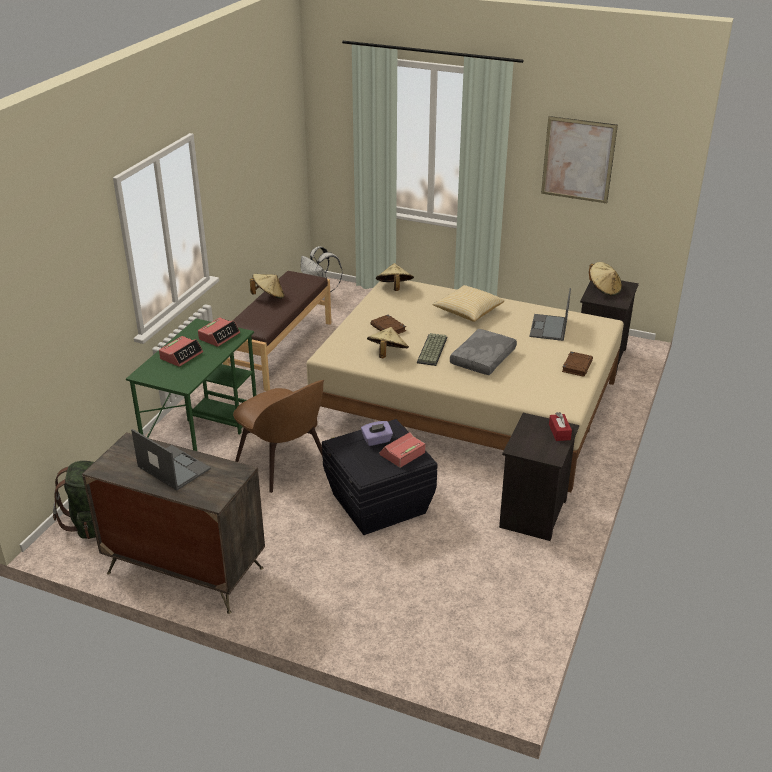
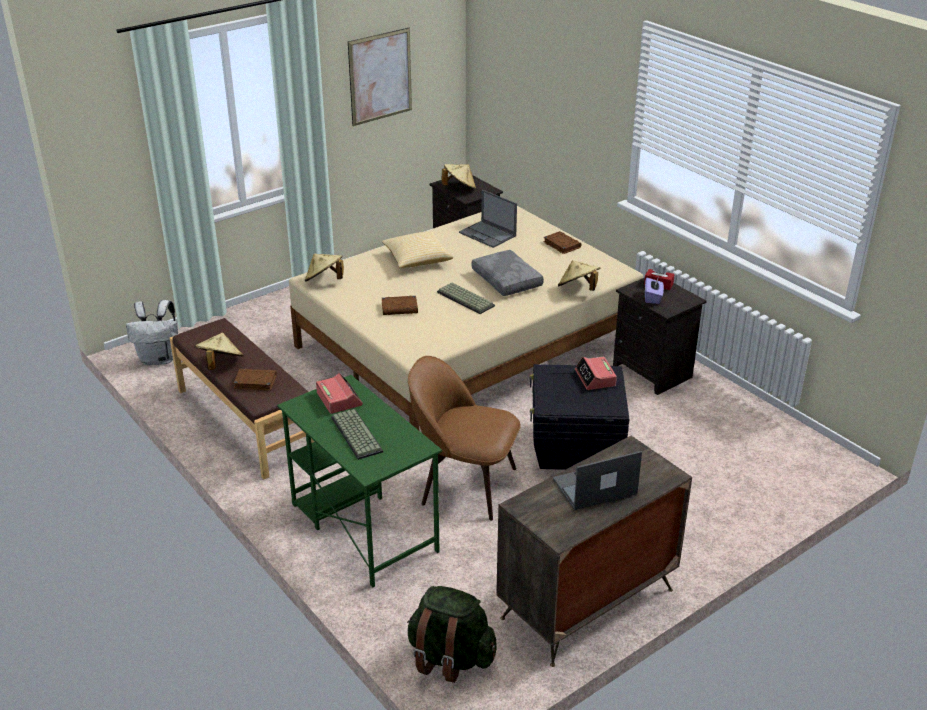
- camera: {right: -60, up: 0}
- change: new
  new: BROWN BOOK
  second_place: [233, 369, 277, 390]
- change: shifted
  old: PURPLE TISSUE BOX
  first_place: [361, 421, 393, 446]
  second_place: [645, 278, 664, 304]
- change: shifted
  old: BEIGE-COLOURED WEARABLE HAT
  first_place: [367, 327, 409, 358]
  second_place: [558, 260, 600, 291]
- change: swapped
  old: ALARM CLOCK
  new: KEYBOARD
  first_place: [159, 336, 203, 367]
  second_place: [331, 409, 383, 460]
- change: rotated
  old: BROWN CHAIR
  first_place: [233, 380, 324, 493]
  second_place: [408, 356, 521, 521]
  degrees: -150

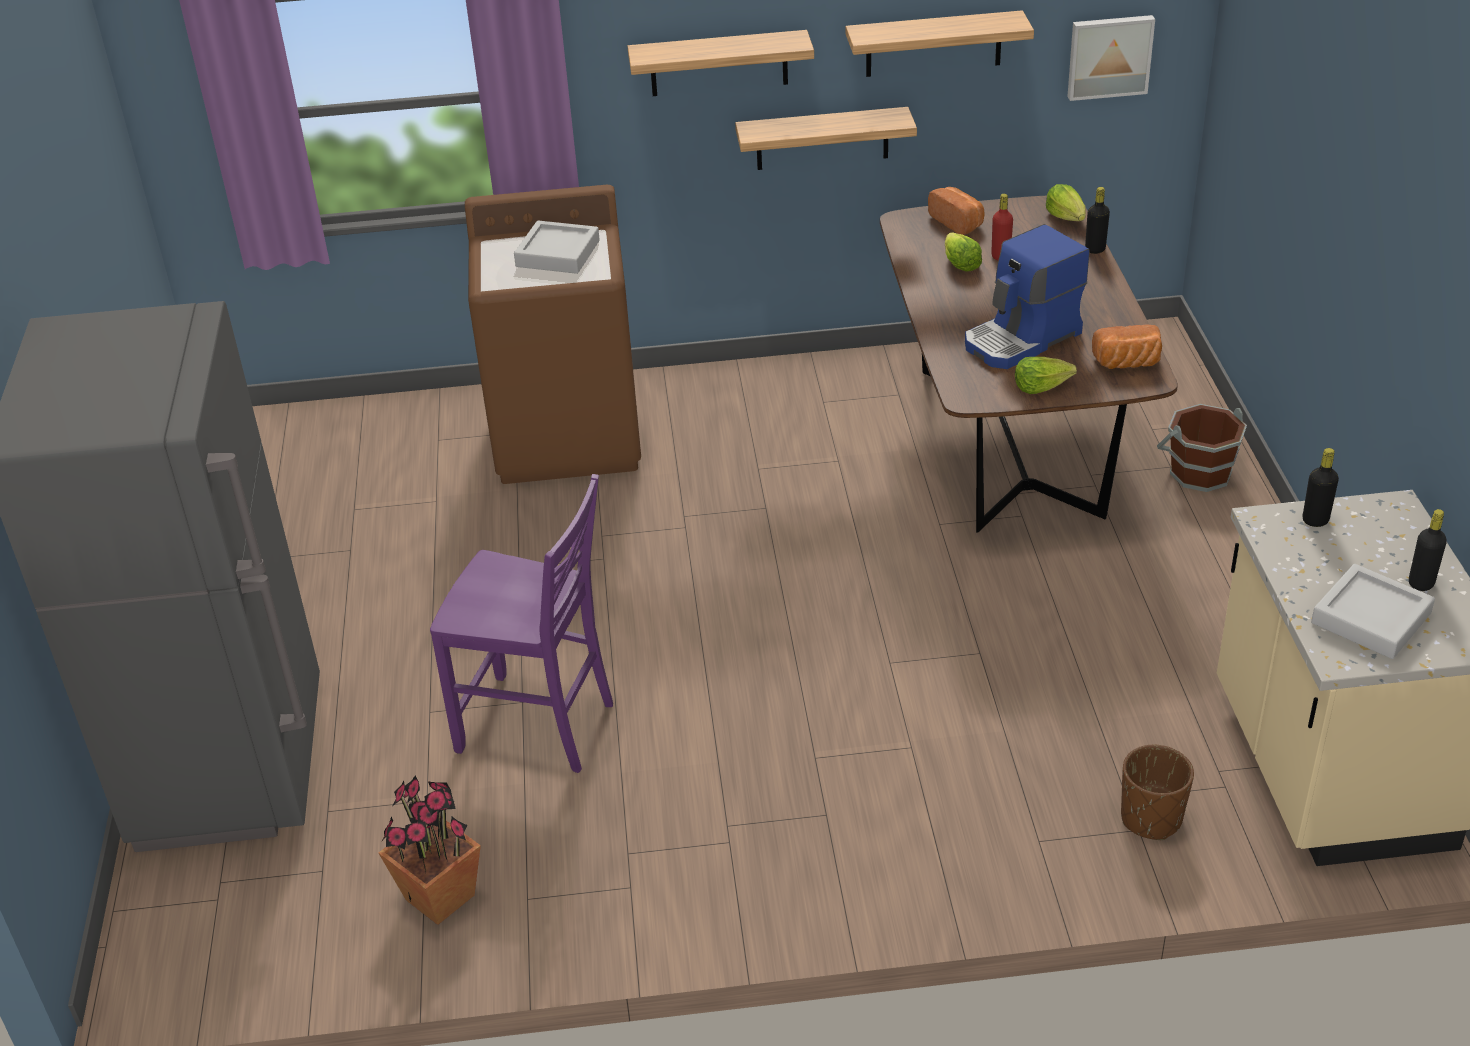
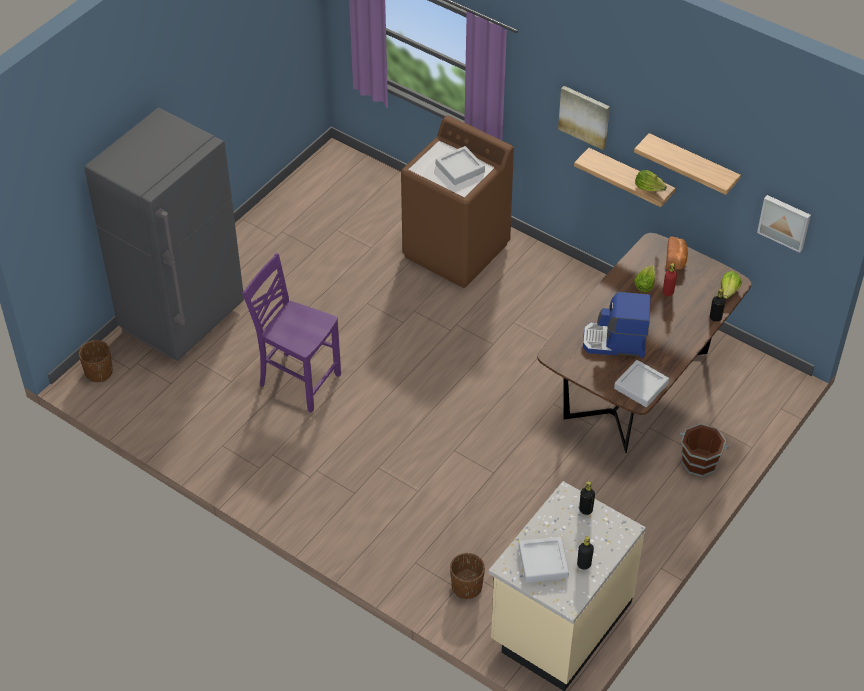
- camera: {right: 40, up: 10}
- change: gone
  old: HOUSEPLANT
  first_place: [379, 776, 481, 925]
- change: new
  new: BROWN FLOWER POT
  second_place: [79, 340, 113, 382]
- change: shifted
  old: LETTUCE HEAD
  first_place: [1015, 357, 1077, 394]
  second_place: [635, 170, 667, 191]
- change: swapped
  old: BRACKET SHELF
  new: PICTURE
  first_place: [628, 30, 814, 96]
  second_place: [558, 86, 610, 150]
- change: swapped
  old: BREAD
  new: GREY SERVING TRAY
  first_place: [1092, 325, 1162, 369]
  second_place: [614, 360, 669, 407]
- change: rotated
  old: PURPLE CHAIR
  first_place: [430, 474, 613, 773]
  second_place: [242, 253, 341, 413]
  degrees: 150

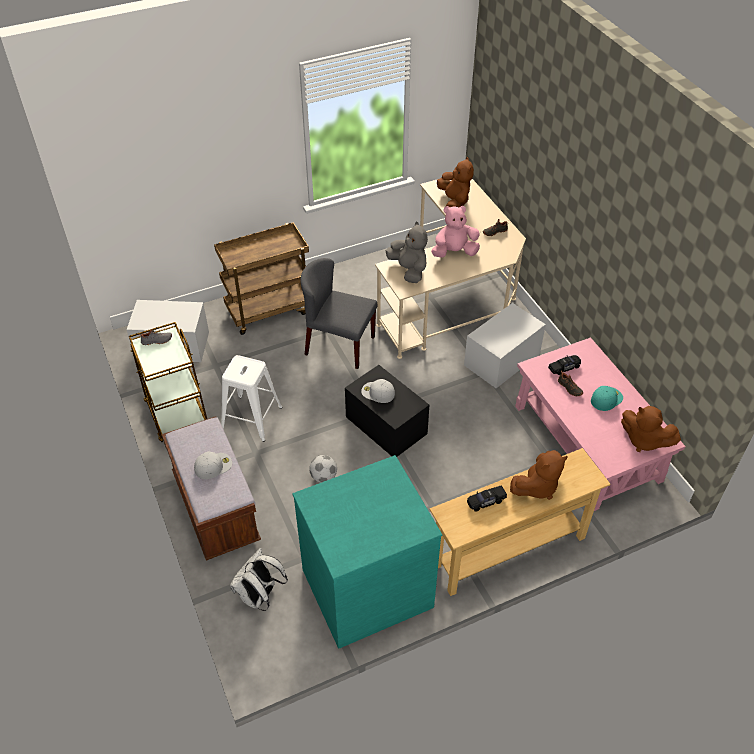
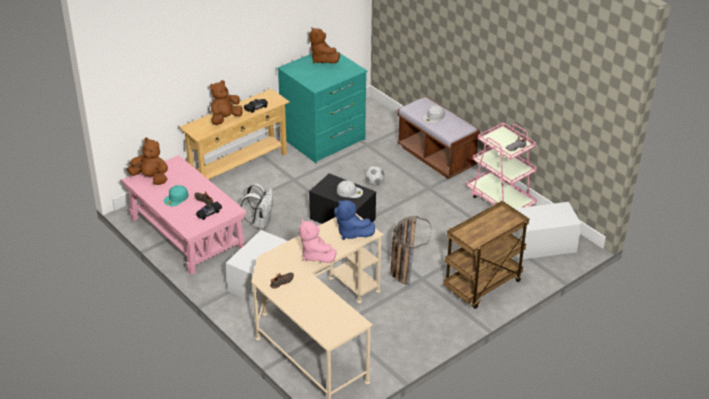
- camera: {right: 165, up: -10}
- change: gone
  old: WHITISH SITTING STOOL
  first_place: [221, 355, 283, 442]
- change: shifted
  old: WHITISH RUCKSACK
  first_place: [230, 548, 288, 611]
  second_place: [240, 183, 273, 229]
- change: shifted
  old: BROWN SOFT TOY
  first_place: [437, 157, 474, 208]
  second_place: [309, 27, 340, 64]
- change: swapped
  old: GREY CHAIR
  new: BASKET
  first_place: [300, 258, 377, 369]
  second_place: [391, 216, 431, 285]
- change: repainted
  old: BROWN CART
  new: PINKISH CART
  first_place: [129, 322, 207, 447]
  second_place: [466, 123, 537, 209]
- change: repainted
  old: GREY SOFT TOY
  new: BLUE-COLOURED SOFT TOY
  first_place: [386, 222, 428, 283]
  second_place: [334, 199, 375, 240]
- change: rotated
  old: PINKISH SOFT TOY
  first_place: [431, 206, 480, 258]
  second_place: [299, 219, 336, 263]
  degrees: 90

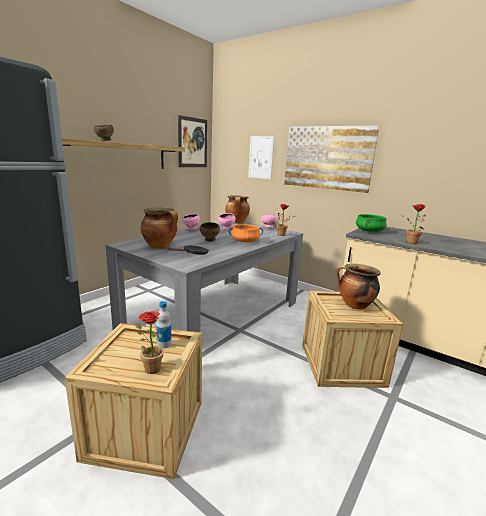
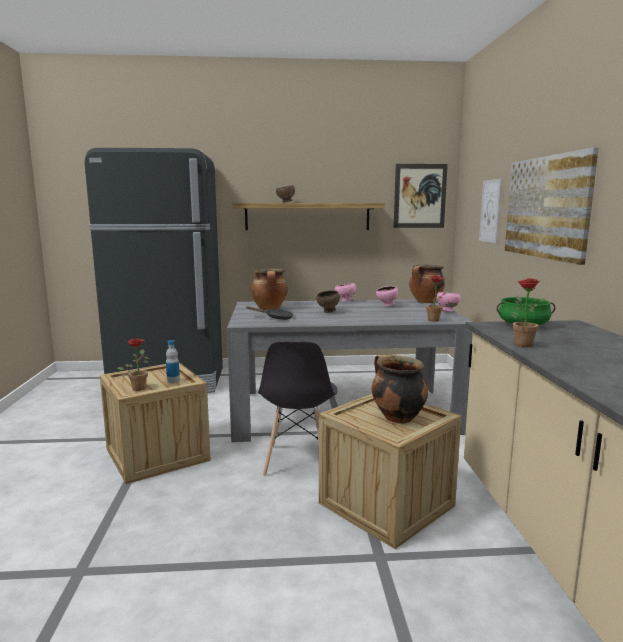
- camera: {right: 50, up: -5}
- change: gone
  old: ORANGE STOCKPOT
  first_place: [229, 224, 263, 243]
- change: new
  new: GREY CHAIR
  second_place: [258, 342, 338, 477]

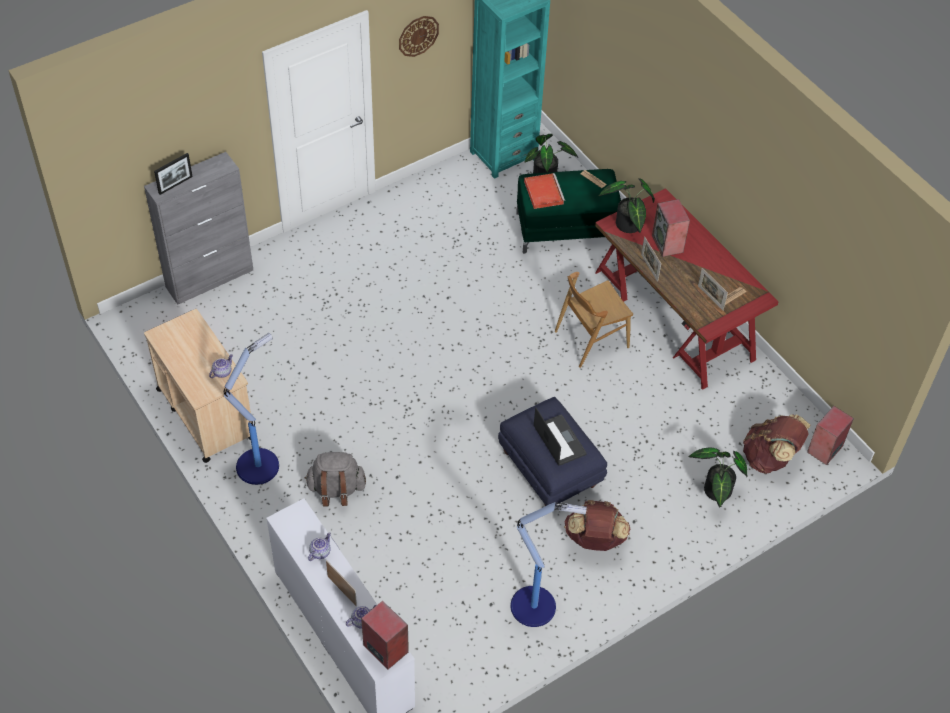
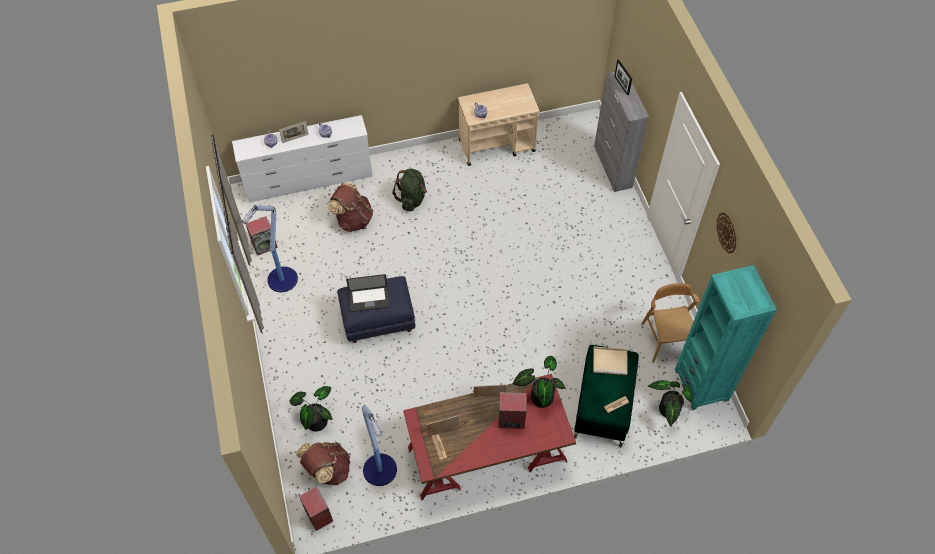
- camera: {right: 110, up: 5}
- change: shifted
  old: FLOOR LAMP
  first_place: [224, 333, 279, 485]
  second_place: [362, 406, 397, 486]
- change: shifted
  old: AUDIO SPEAKER
  first_place: [361, 601, 409, 669]
  second_place: [246, 216, 278, 256]
- change: shifted
  old: BROWN CHAIR
  first_place: [555, 272, 633, 368]
  second_place: [641, 283, 699, 363]
- change: shifted
  old: BROWN RUCKSACK
  first_place: [564, 500, 630, 551]
  second_place: [328, 183, 373, 232]
- change: repainted
  old: GREY RUCKSACK
  new: GREEN-COLOURED RUCKSACK
  first_place: [305, 452, 366, 507]
  second_place: [392, 169, 427, 211]
- change: repainted
  old: RED SERVING TRAY
  new: BEIGE-COLOURED SERVING TRAY
  first_place: [524, 173, 565, 209]
  second_place: [593, 347, 627, 375]

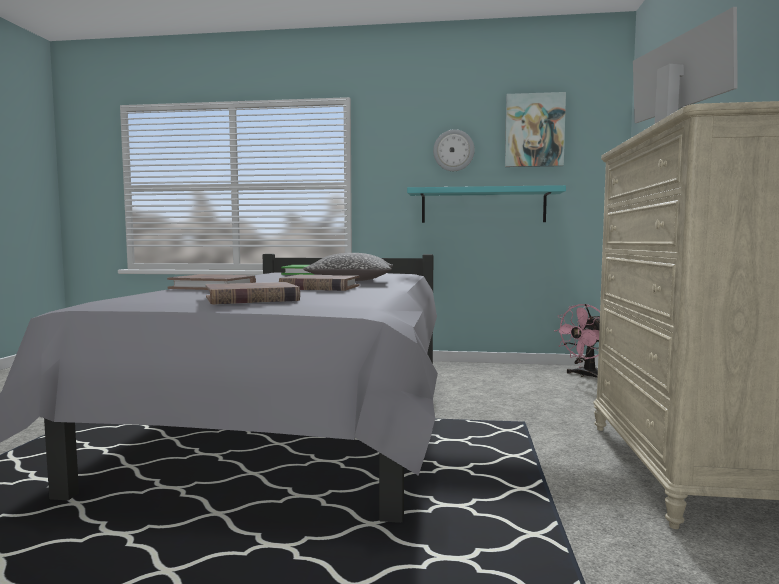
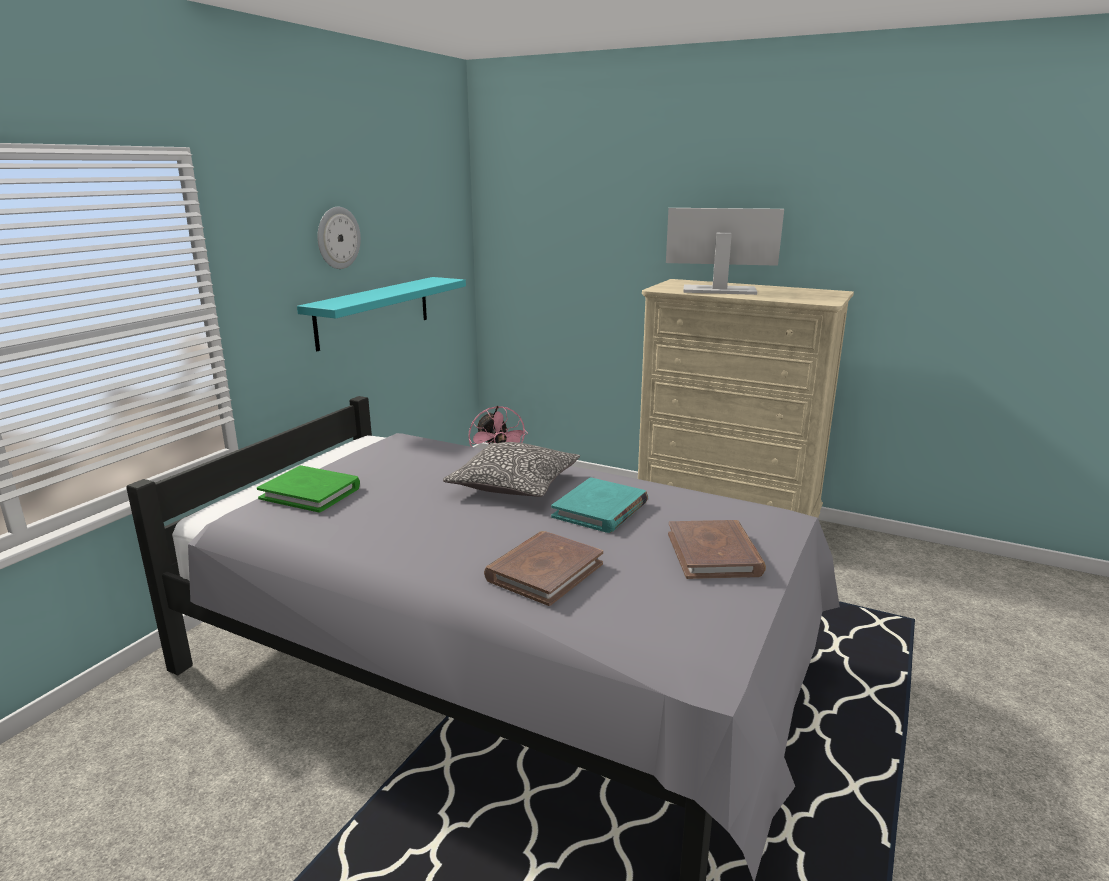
- camera: {right: -70, up: 15}
- change: gone
  old: PICTURE
  first_place: [505, 92, 566, 167]
- change: repainted
  old: BROWN BOOK
  new: TURQUOISE-COLOURED BOOK
  first_place: [279, 275, 360, 291]
  second_place: [551, 477, 648, 533]

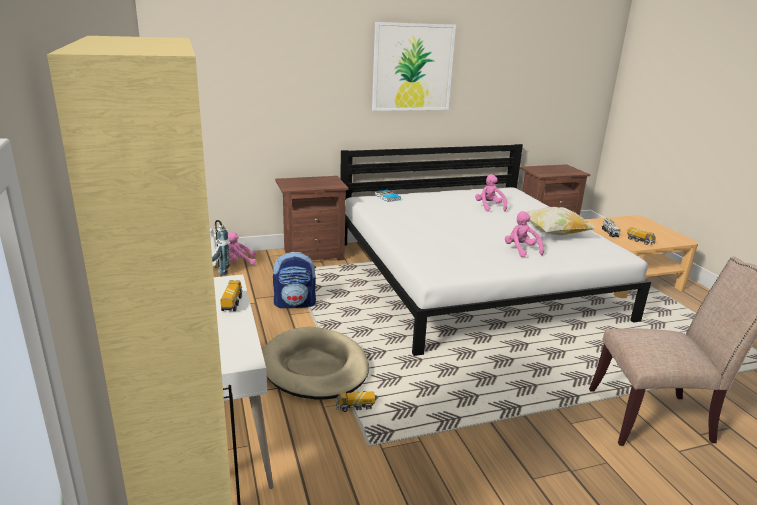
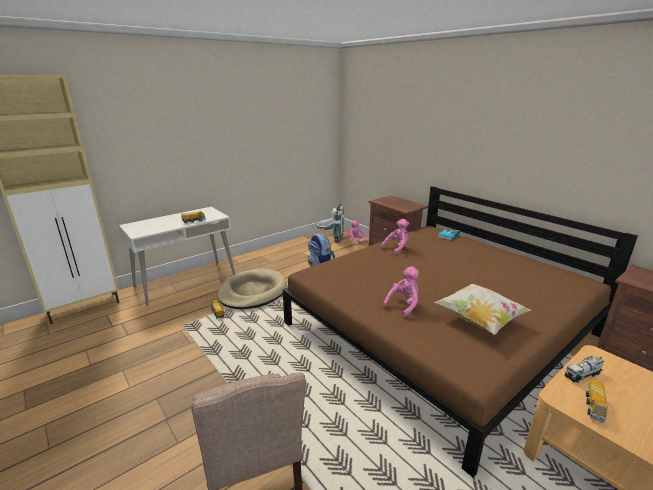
- camera: {right: 70, up: 0}
- change: gone
  old: PICTURE
  first_place: [372, 22, 456, 111]
- change: shifted
  old: PINKISH SOFT TOY
  first_place: [475, 174, 507, 211]
  second_place: [381, 219, 409, 255]
- change: repainted
  old: WHITISH BEDROOM BED
  new: BROWN BEDROOM BED
  first_place: [340, 144, 651, 356]
  second_place: [283, 186, 638, 478]

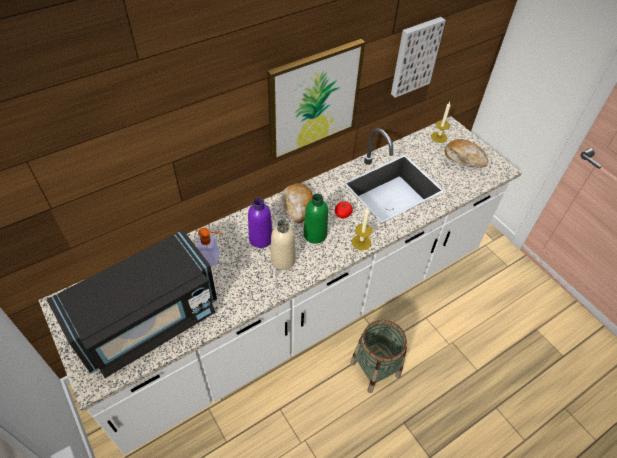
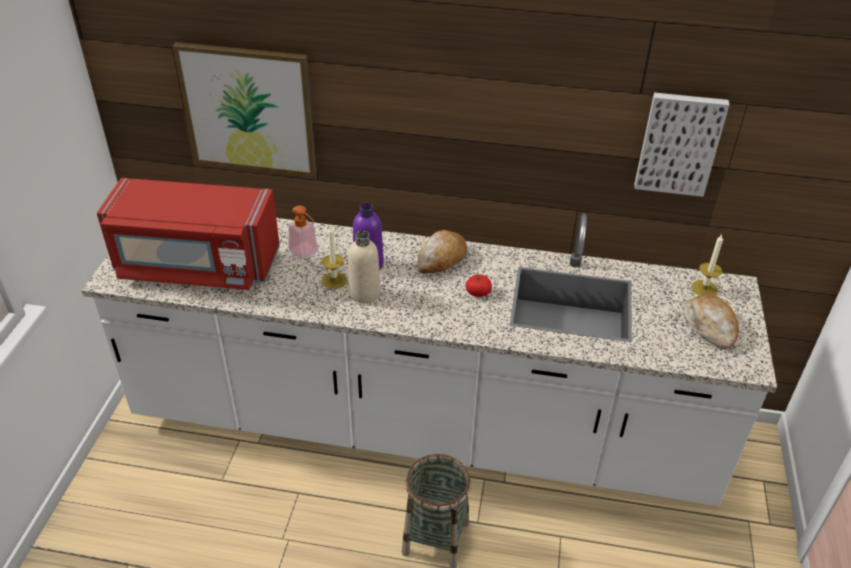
- camera: {right: 45, up: -10}
- change: gone
  old: GREEN-COLOURED BOTTLE
  first_place: [303, 194, 328, 244]
- change: shifted
  old: PICTURE
  first_place: [267, 39, 365, 161]
  second_place: [173, 42, 317, 176]
- change: shifted
  old: WAX LIGHT
  first_place: [352, 208, 372, 250]
  second_place: [322, 225, 347, 289]
- change: repainted
  old: BLACK-COLOURED MICROWAVE OVEN
  new: RED MICROWAVE OVEN
  first_place: [47, 230, 217, 378]
  second_place: [97, 178, 280, 290]

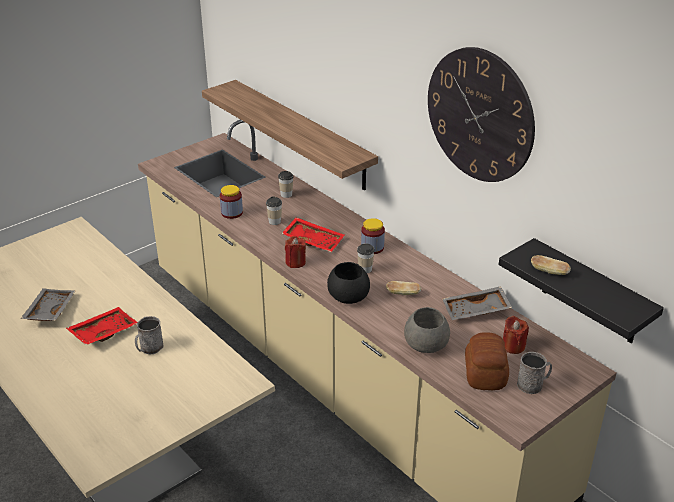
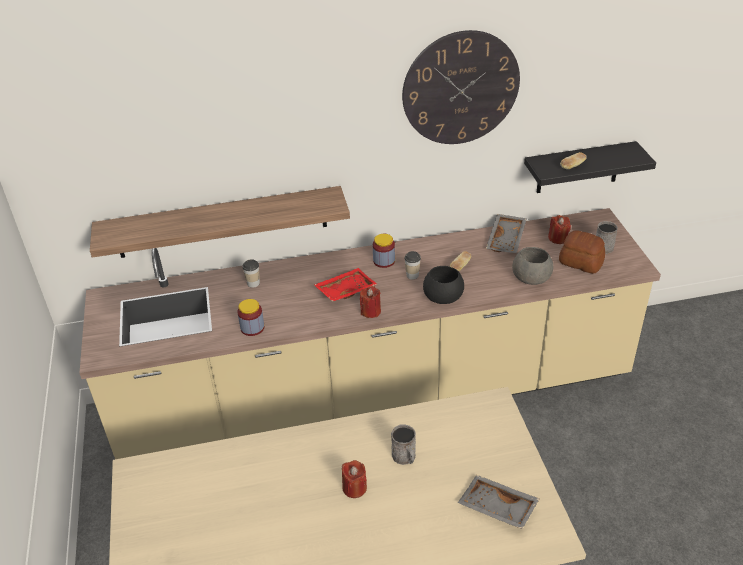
- camera: {right: -60, up: 5}
- change: gone
  old: SMALL CUP
  first_place: [266, 196, 282, 225]
- change: shifted
  old: GREY SERVING TRAY
  first_place: [20, 288, 75, 321]
  second_place: [458, 475, 539, 529]
- change: swapped
  old: RED SERVING TRAY
  new: RED WAX LIGHT
  first_place: [66, 307, 138, 345]
  second_place: [342, 460, 367, 498]

